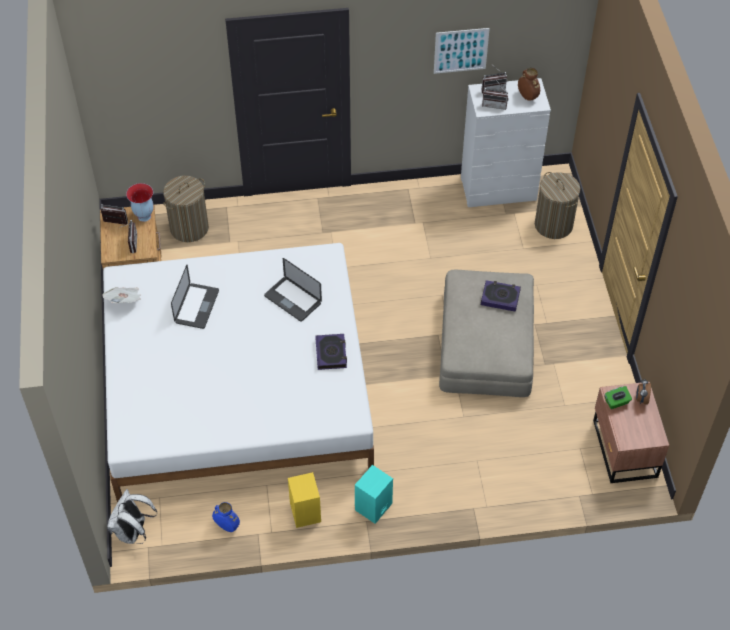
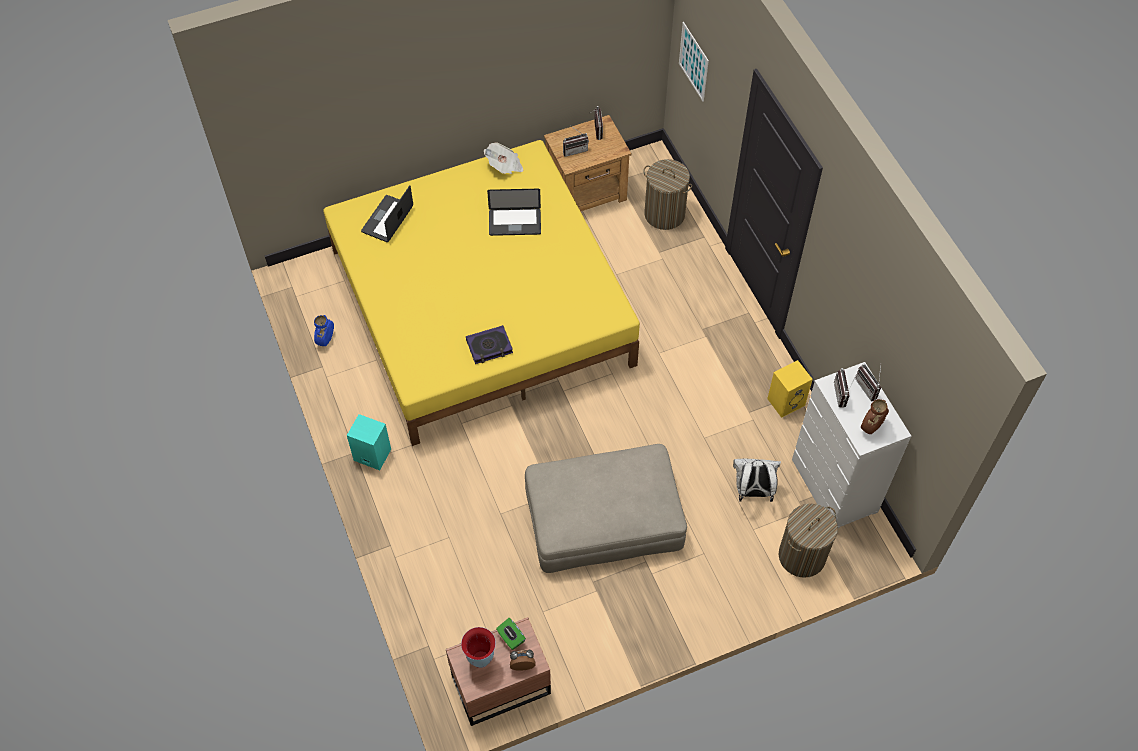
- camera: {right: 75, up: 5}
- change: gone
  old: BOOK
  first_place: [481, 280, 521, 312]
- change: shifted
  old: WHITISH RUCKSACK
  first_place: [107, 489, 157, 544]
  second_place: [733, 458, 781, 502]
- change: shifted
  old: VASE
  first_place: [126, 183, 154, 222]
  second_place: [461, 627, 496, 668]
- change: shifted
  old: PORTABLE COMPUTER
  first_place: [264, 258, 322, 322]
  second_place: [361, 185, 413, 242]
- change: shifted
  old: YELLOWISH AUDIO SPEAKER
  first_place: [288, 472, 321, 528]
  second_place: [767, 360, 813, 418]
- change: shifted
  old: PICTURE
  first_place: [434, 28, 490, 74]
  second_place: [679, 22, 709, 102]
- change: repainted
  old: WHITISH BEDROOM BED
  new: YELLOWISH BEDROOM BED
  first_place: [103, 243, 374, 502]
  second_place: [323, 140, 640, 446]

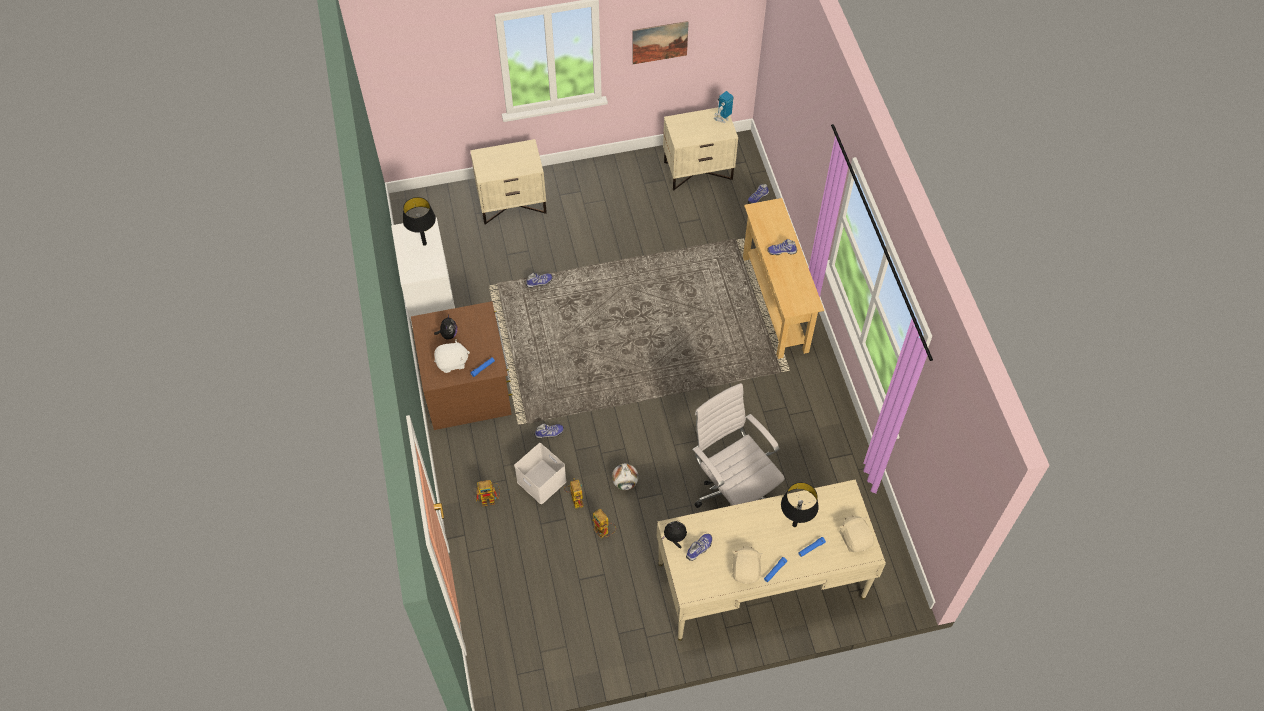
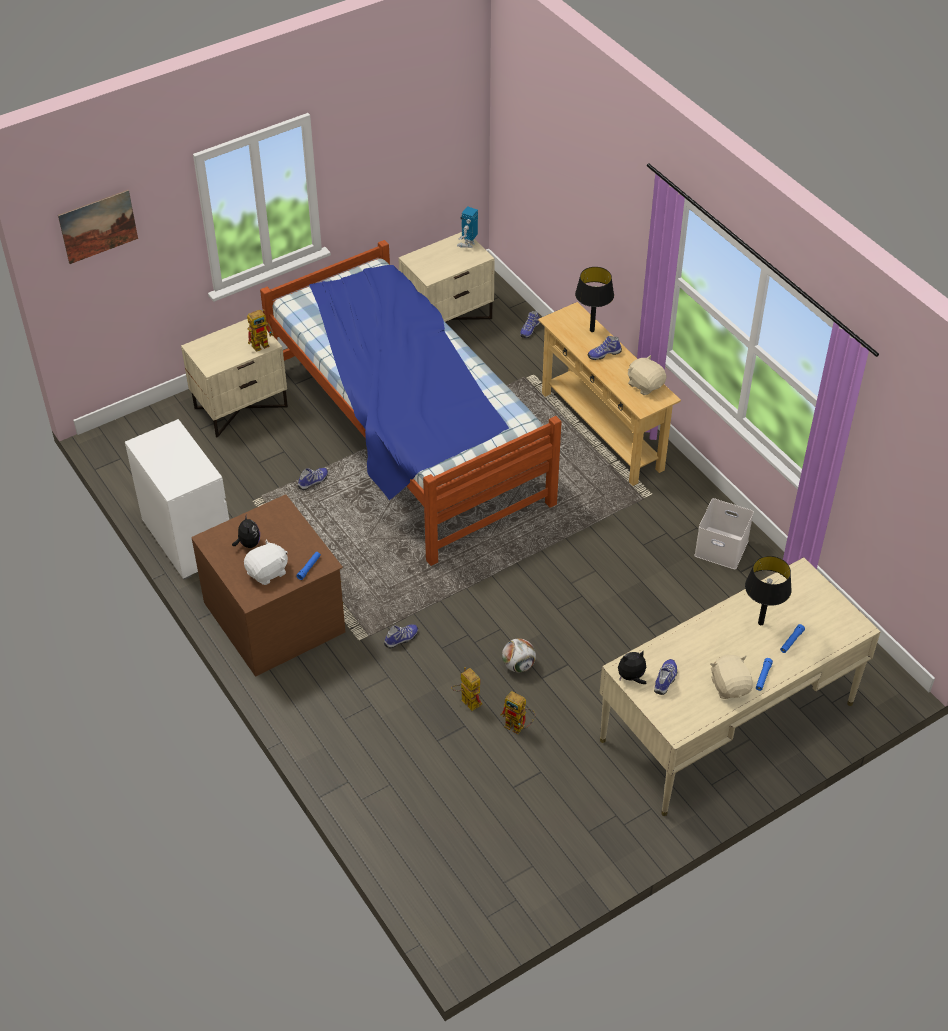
- camera: {right: -20, up: -10}
- change: gone
  old: WHITISH DESK CHAIR
  first_place: [692, 383, 785, 508]
- change: new
  new: BEDROOM BED
  second_place: [260, 240, 562, 566]
- change: shifted
  old: BLACK-COLOURED TABLETOP LAMP
  first_place: [403, 197, 436, 246]
  second_place: [575, 267, 614, 332]
- change: shifted
  old: MODEL ROBOT
  first_place: [476, 480, 500, 507]
  second_place: [247, 309, 273, 352]
- change: shifted
  old: WHITISH STORAGE BOX
  first_place: [514, 443, 567, 504]
  second_place: [694, 498, 754, 569]
- change: shifted
  old: PICTURE
  first_place: [633, 21, 689, 64]
  second_place: [58, 190, 138, 264]
- change: shifted
  old: BEIGE-COLOURED SOFT TOY
  first_place: [840, 516, 874, 552]
  second_place: [628, 355, 667, 395]

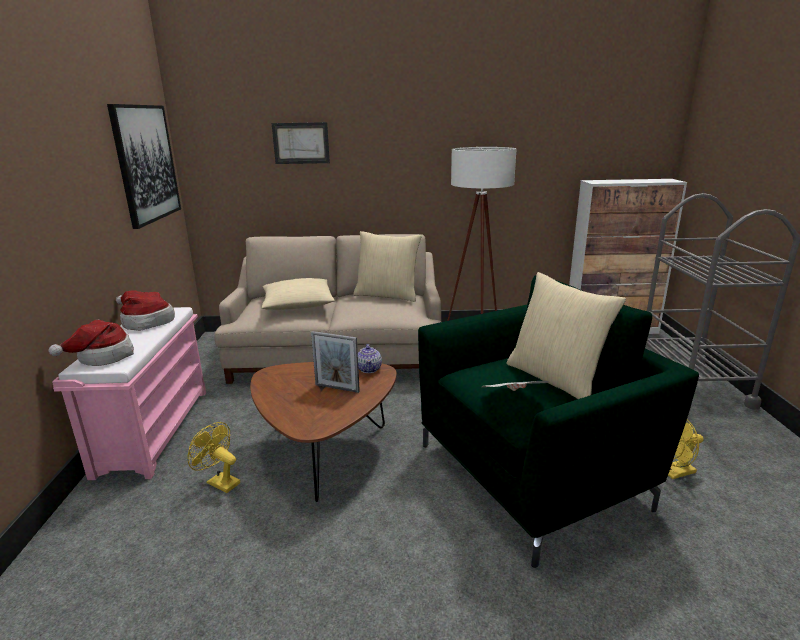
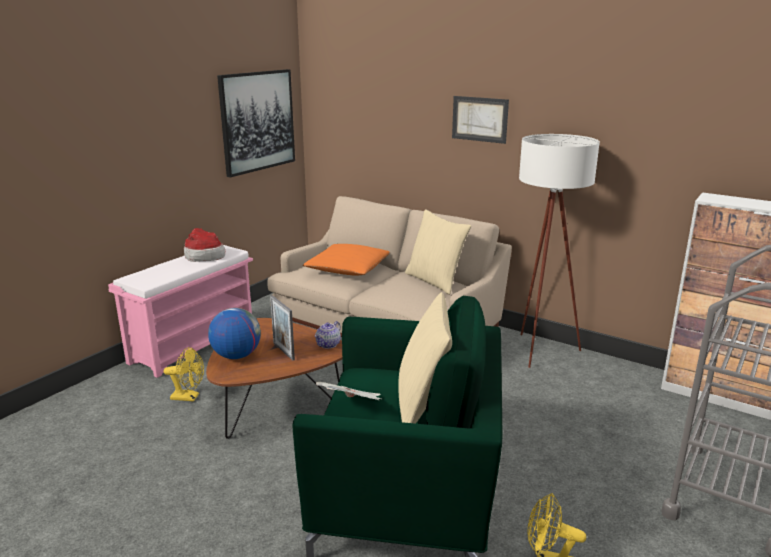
- camera: {right: 35, up: 0}
- change: gone
  old: WEARABLE HAT
  first_place: [49, 320, 134, 366]
- change: new
  new: DESK GLOBE
  second_place: [208, 308, 261, 359]
- change: shifted
  old: PICTURE
  first_place: [272, 122, 330, 164]
  second_place: [452, 96, 509, 144]
- change: repainted
  old: BEIGE-COLOURED PILLOW
  new: ORANGE PILLOW
  first_place: [262, 278, 335, 310]
  second_place: [303, 244, 390, 276]
- change: rotated
  old: YELLOWISH COOLING FAN
  first_place: [187, 422, 240, 493]
  second_place: [164, 347, 204, 402]
  degrees: 120

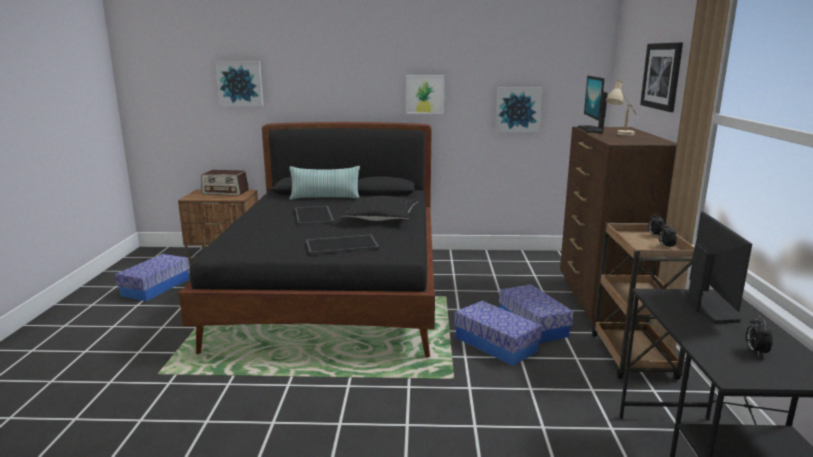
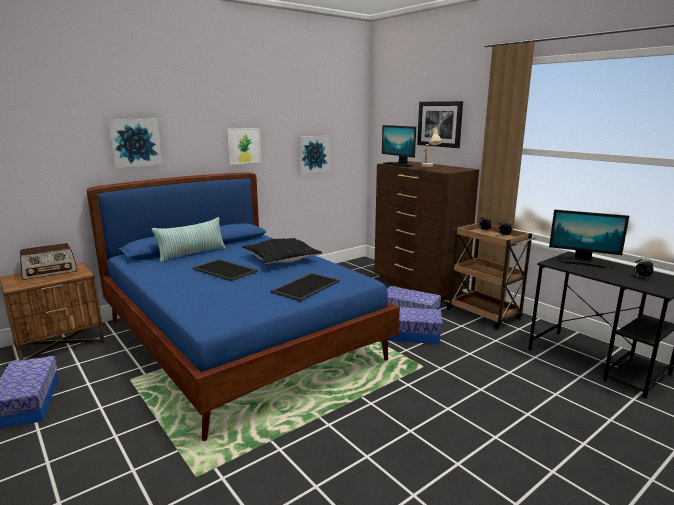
- camera: {right: -40, up: 0}
- change: shifted
  old: PICTURE
  first_place: [215, 61, 263, 106]
  second_place: [108, 119, 162, 168]
- change: repainted
  old: BLACK-COLOURED BEDROOM BED
  new: BLUE-COLOURED BEDROOM BED
  first_place: [179, 122, 435, 357]
  second_place: [87, 173, 400, 441]
- change: rotated
  old: COMPUTER DISPLAY
  first_place: [685, 211, 752, 324]
  second_place: [549, 210, 629, 268]
  degrees: 150

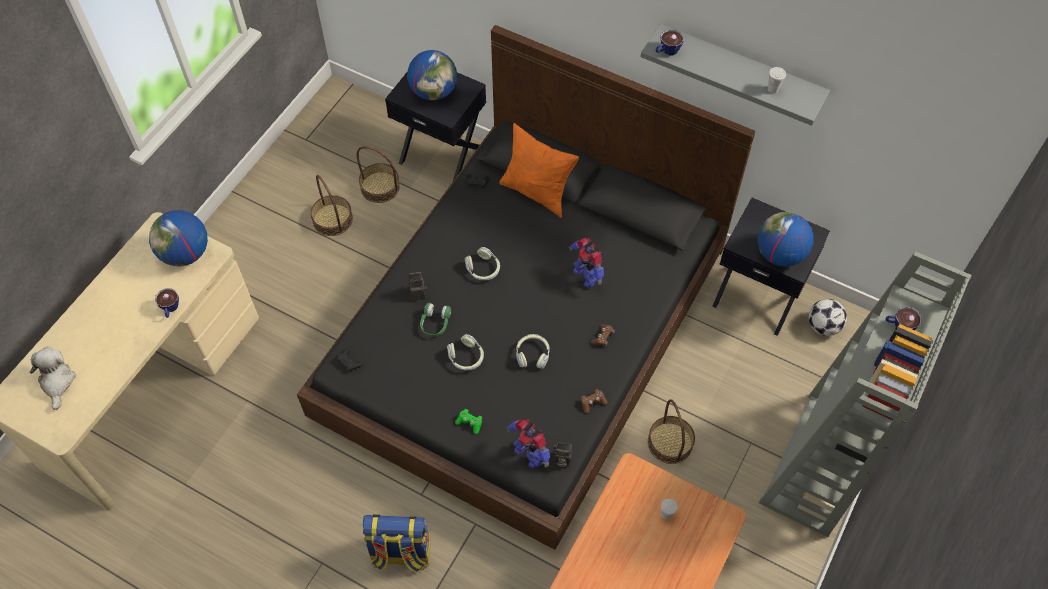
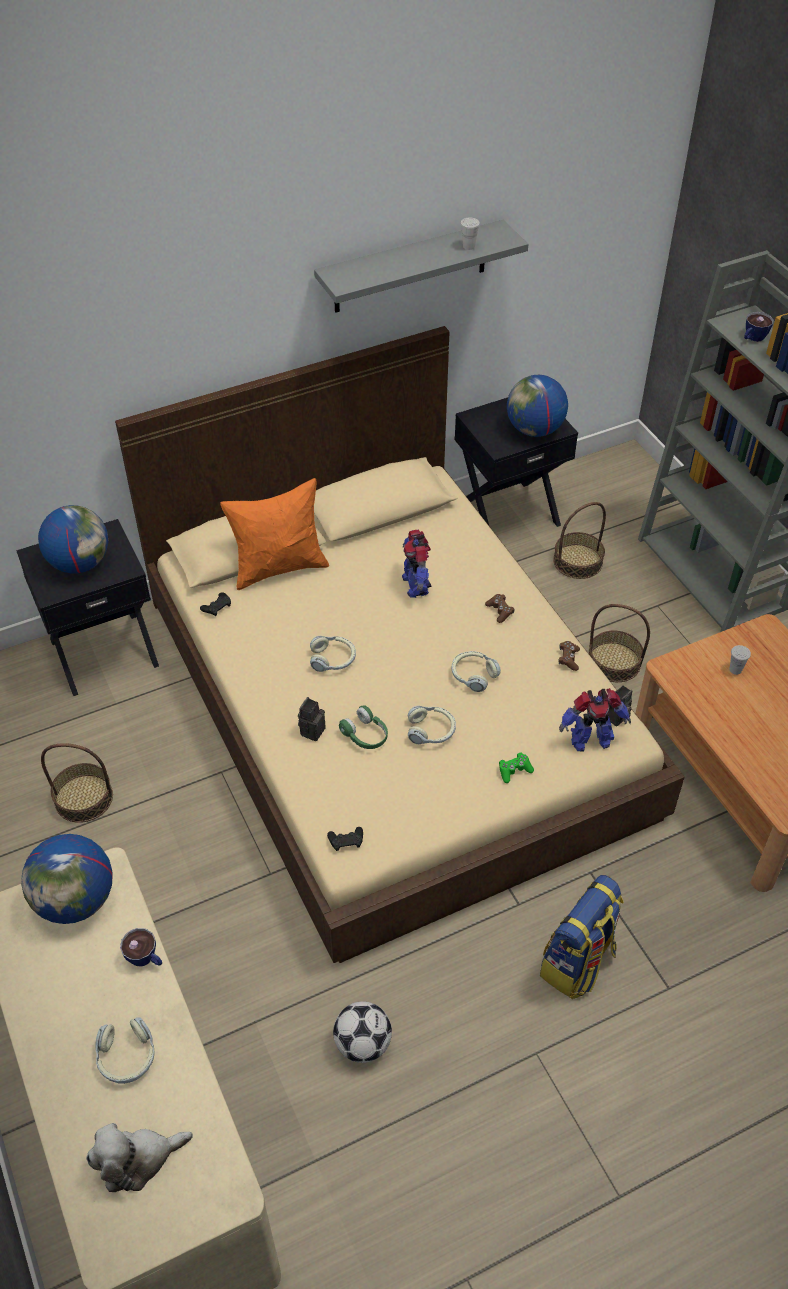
- camera: {right: -55, up: -10}
- change: gone
  old: SMALL CUP
  first_place: [656, 29, 684, 55]
- change: new
  new: HEADSET
  second_place: [95, 1017, 155, 1084]
- change: shifted
  old: BASKET
  first_place: [356, 146, 400, 203]
  second_place: [553, 502, 606, 579]
- change: shifted
  old: BALL FOR FOOTBALL
  first_place: [808, 299, 847, 336]
  second_place: [333, 1001, 392, 1063]
- change: repainted
  old: BLACK-COLOURED BEDROOM BED
  new: BEIGE-COLOURED BEDROOM BED
  first_place: [297, 25, 756, 550]
  second_place: [115, 326, 685, 963]
- change: rotated
  old: SOFT TOY
  first_place: [29, 347, 76, 410]
  second_place: [86, 1123, 193, 1192]
  degrees: -45
- change: rotated
  old: MODEL ROBOT
  first_place: [569, 238, 604, 288]
  second_place: [402, 529, 431, 598]
  degrees: 75

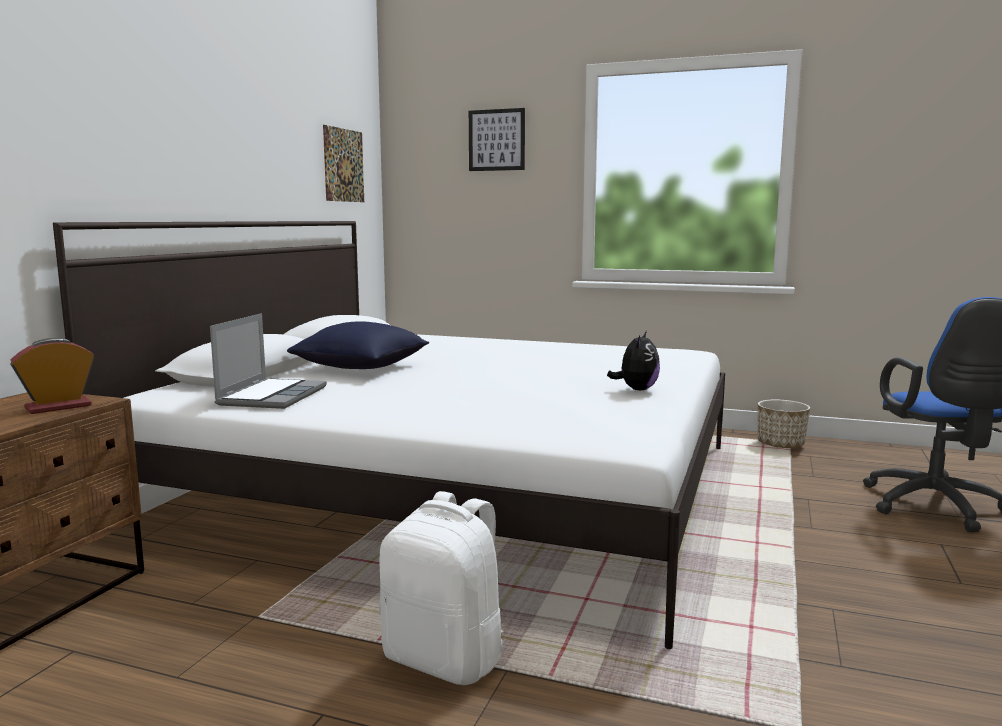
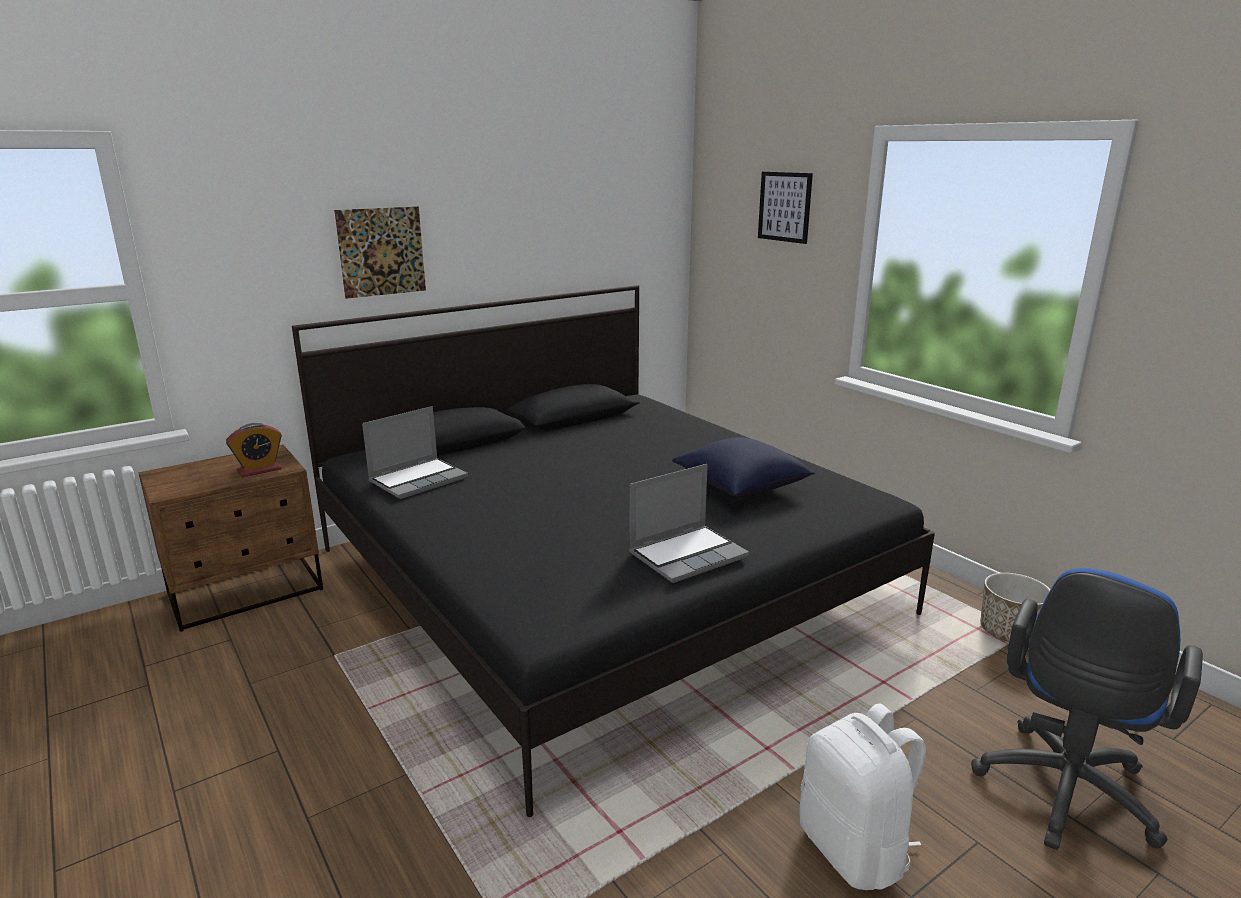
- camera: {right: 35, up: 10}
- change: shifted
  old: BLUE-COLOURED PILLOW
  first_place: [287, 321, 429, 369]
  second_place: [672, 437, 815, 496]
- change: shifted
  old: PICTURE
  first_place: [323, 125, 364, 202]
  second_place: [334, 206, 426, 299]
- change: shifted
  old: WHITISH RUCKSACK
  first_place: [379, 491, 504, 685]
  second_place: [799, 703, 926, 890]
- change: swapped
  old: SOFT TOY
  new: PORTABLE COMPUTER
  first_place: [607, 331, 660, 390]
  second_place: [629, 464, 749, 583]
- change: repainted
  old: WHITISH BEDROOM BED
  new: BLACK-COLOURED BEDROOM BED
  first_place: [53, 221, 725, 649]
  second_place: [292, 285, 935, 817]
- change: rotated
  old: ALARM CLOCK
  first_place: [10, 338, 95, 414]
  second_place: [226, 423, 282, 478]
  degrees: 150

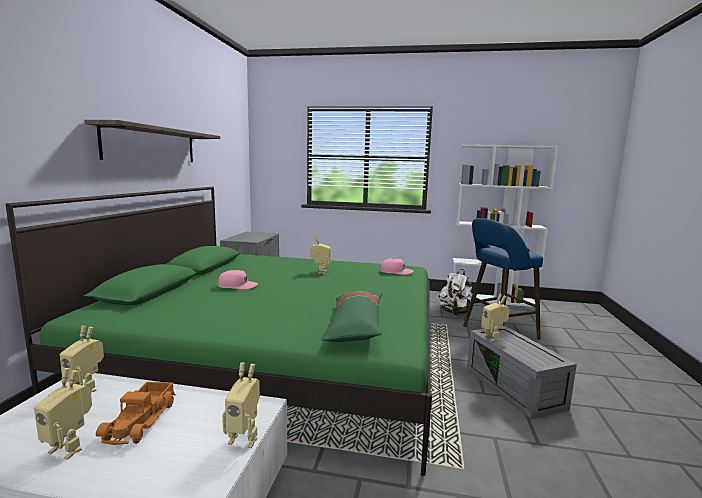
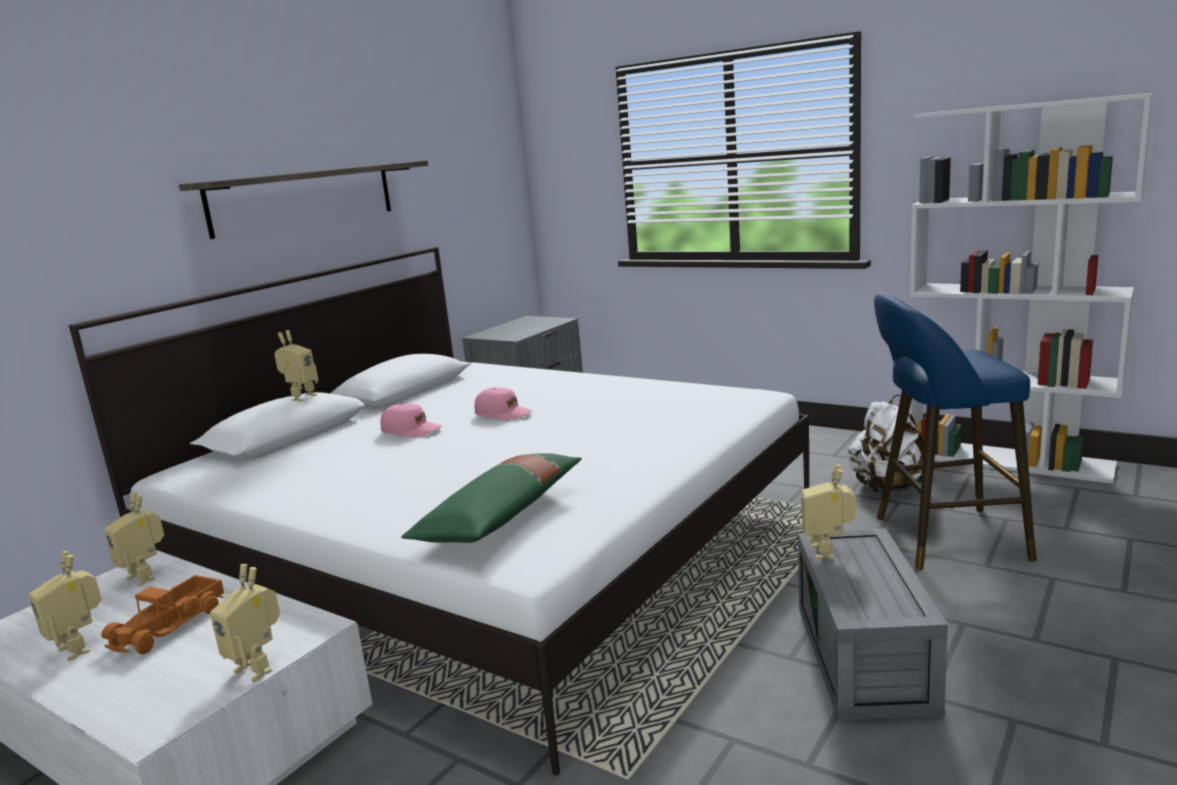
- camera: {right: 25, up: 5}
- change: shifted
  old: MODEL ROBOT
  first_place: [310, 236, 331, 274]
  second_place: [274, 330, 318, 402]
- change: shifted
  old: PINKISH PEAKED CAP
  first_place: [380, 258, 414, 275]
  second_place: [475, 387, 532, 420]
- change: repainted
  old: GREEN-COLOURED BEDROOM BED
  new: WHITISH BEDROOM BED
  first_place: [6, 187, 432, 476]
  second_place: [69, 246, 809, 775]

